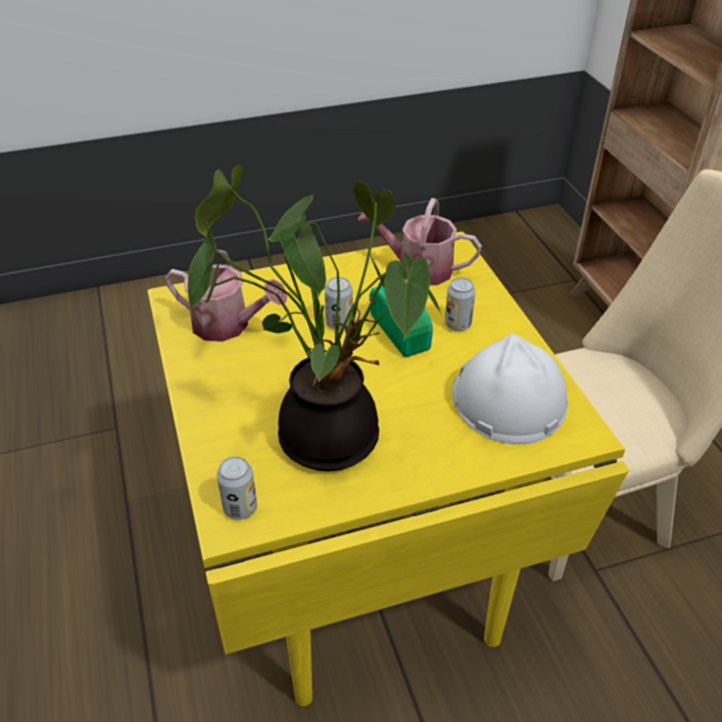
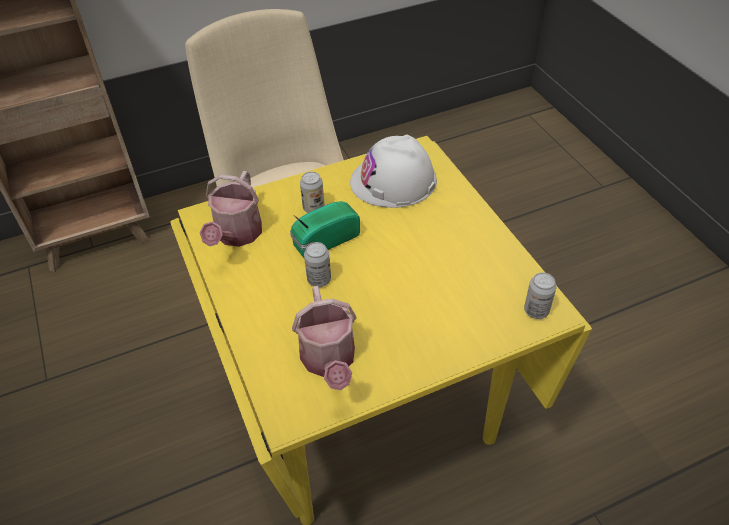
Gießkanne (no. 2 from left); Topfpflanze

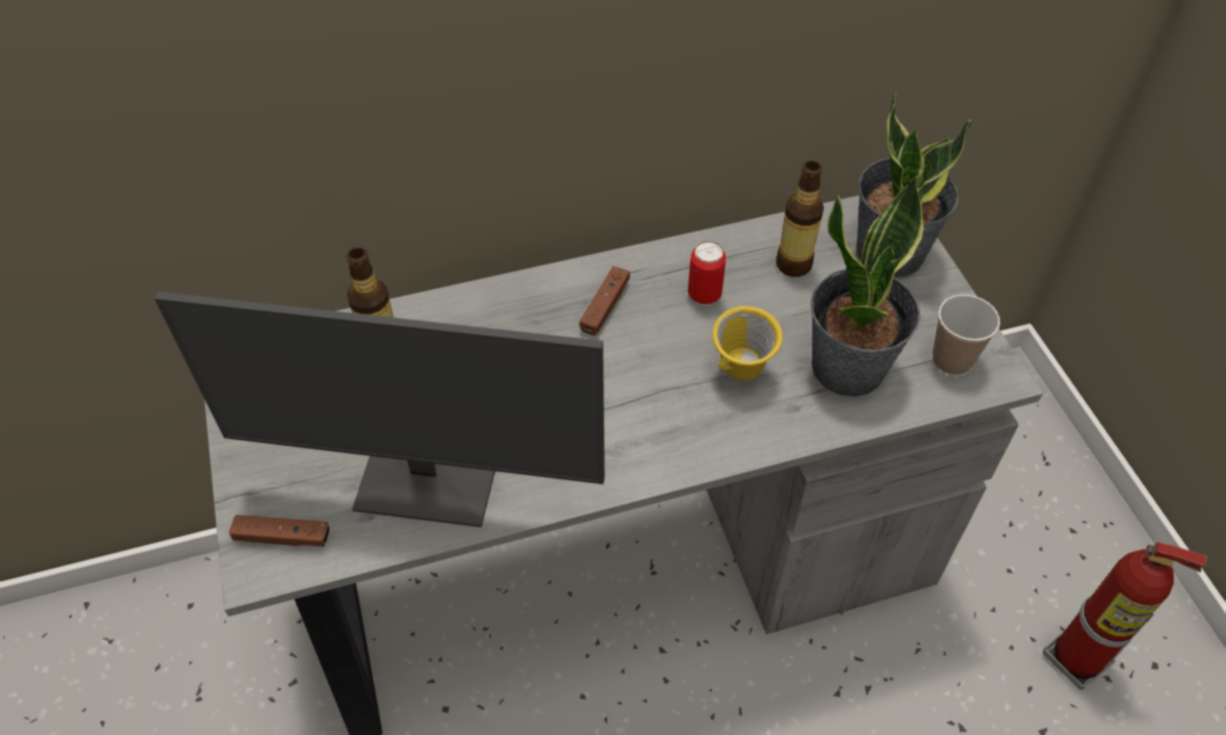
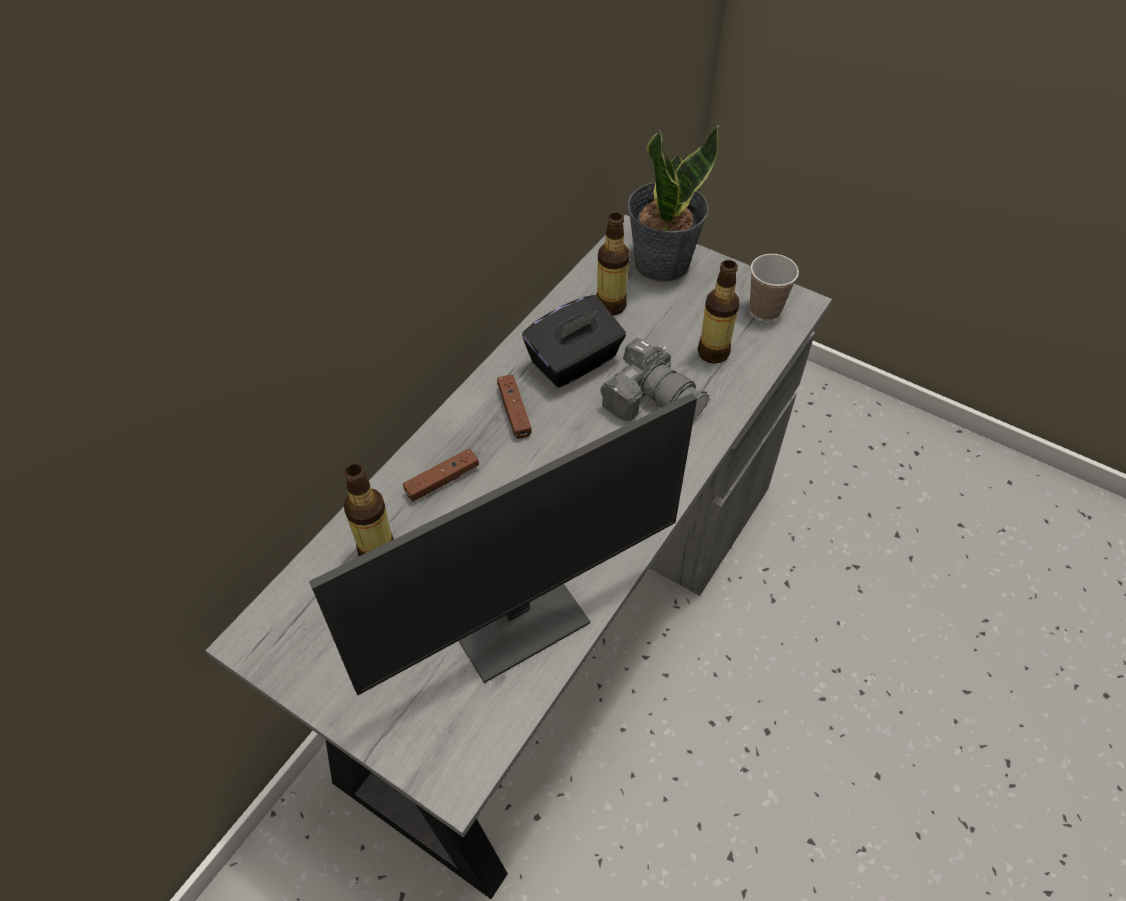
Gamepad/braun (no. 1 from left); Taschentuchbox/schwarz; Kamera; Flasche (no. 3 from left); Feuerlöscher

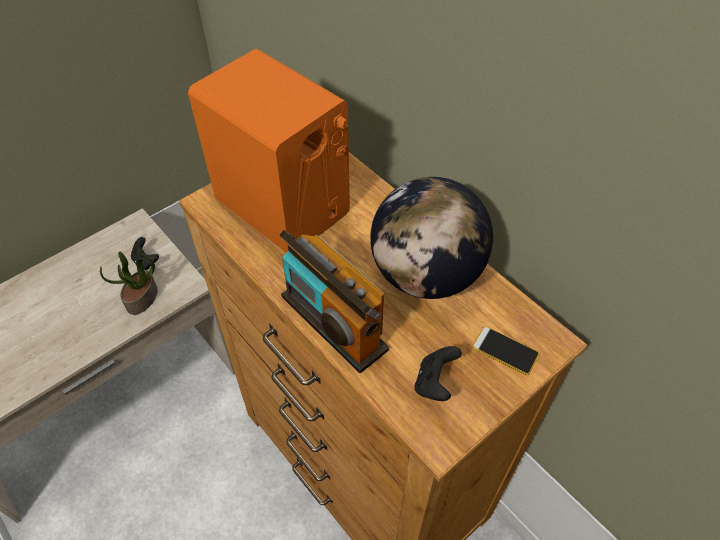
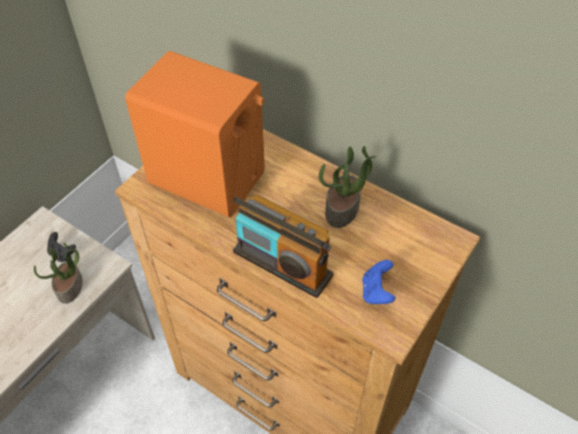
Topfpflanze (no. 2 from left); Gamepad/blau; Handy

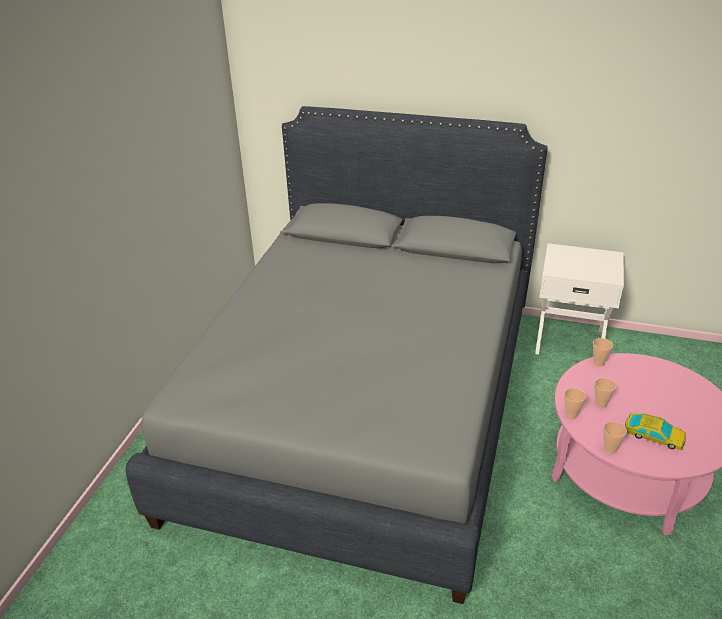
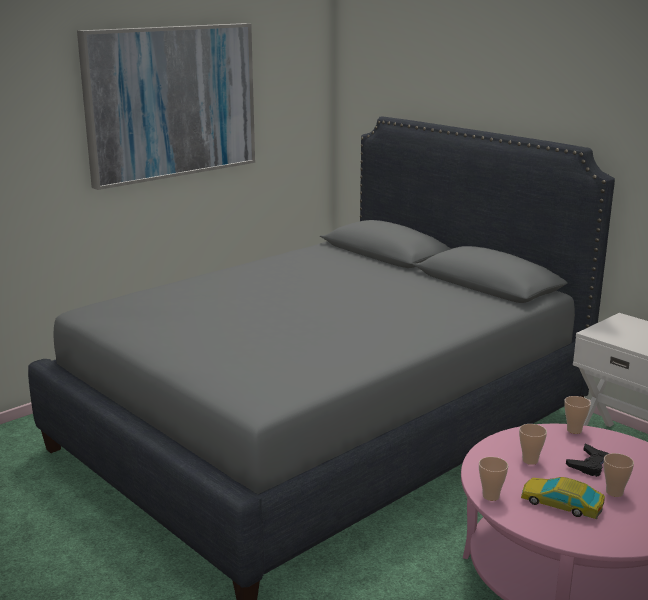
Tasse (no. 4 from left); Spielzeugauto; Bild; Gamepad/schwarz

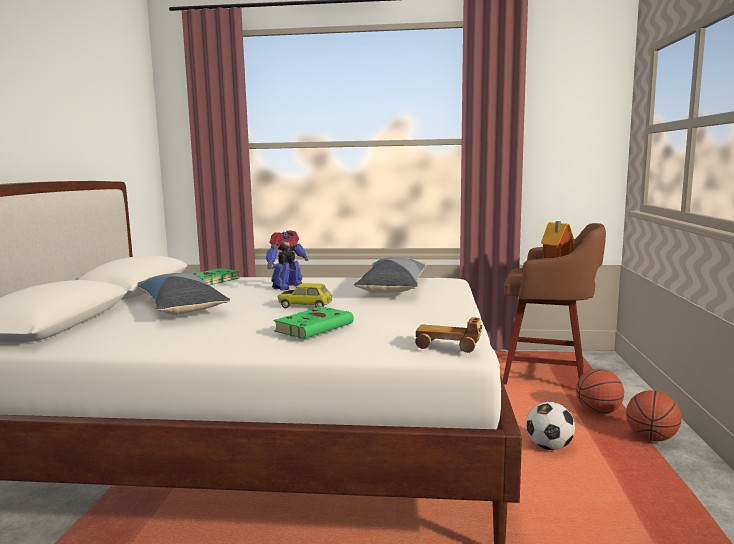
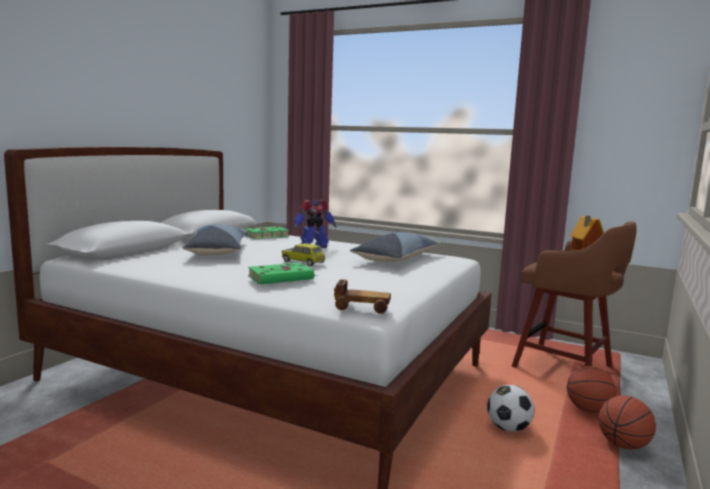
Spielzeugauto (no. 2 from left)

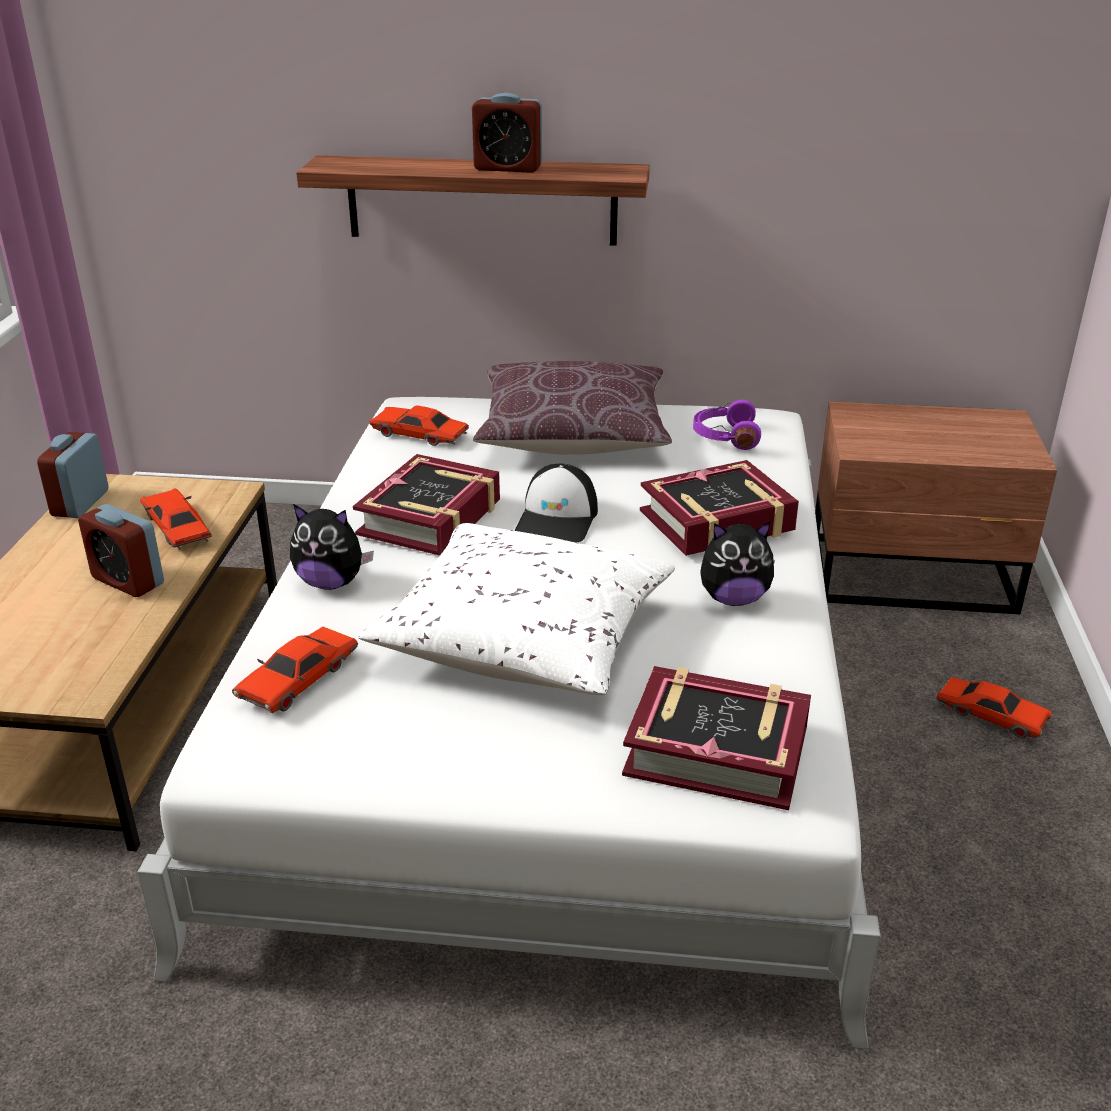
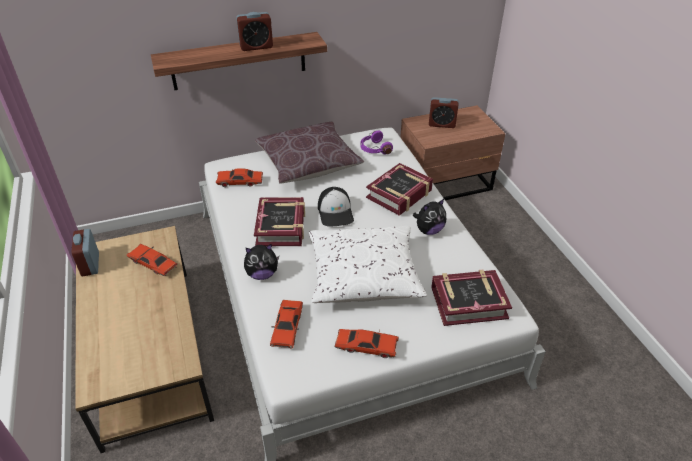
Wecker (no. 3 from left); Spielzeugauto/rot (no. 4 from left)

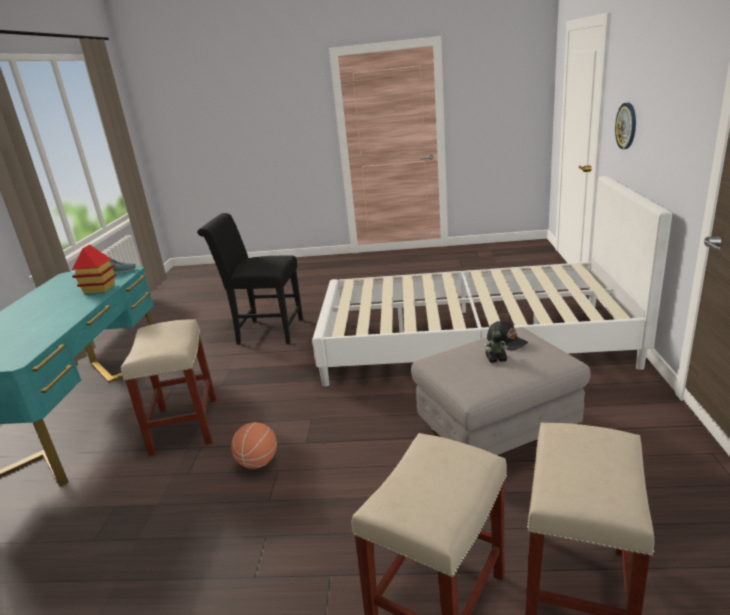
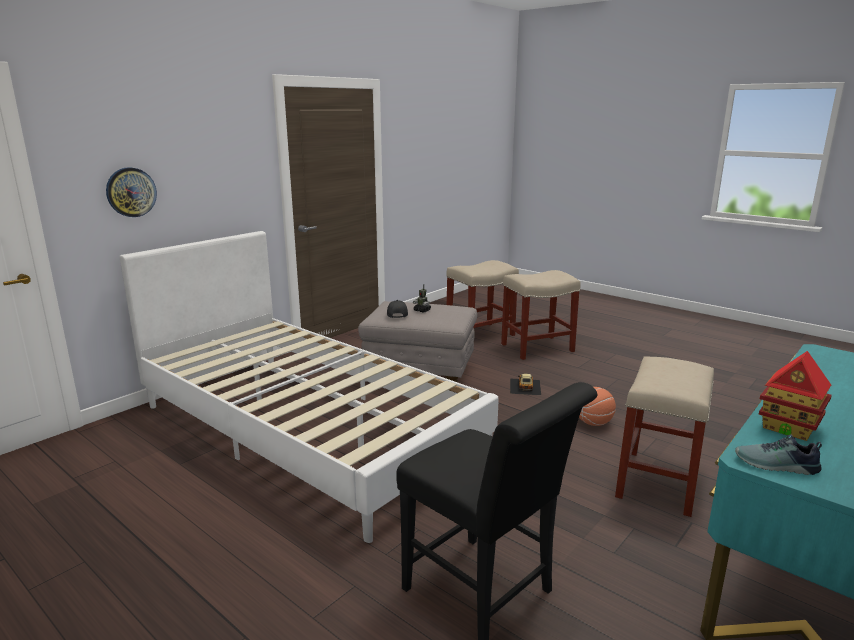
Spielzeugauto

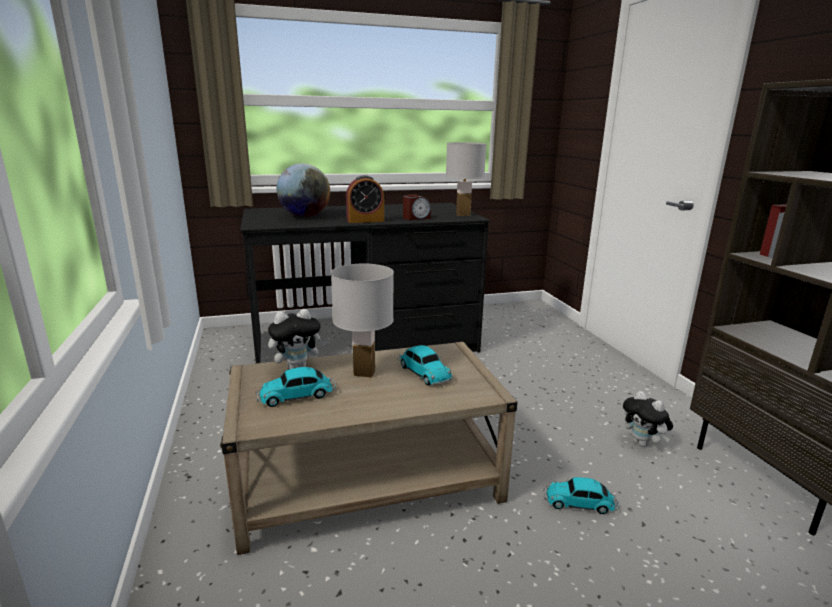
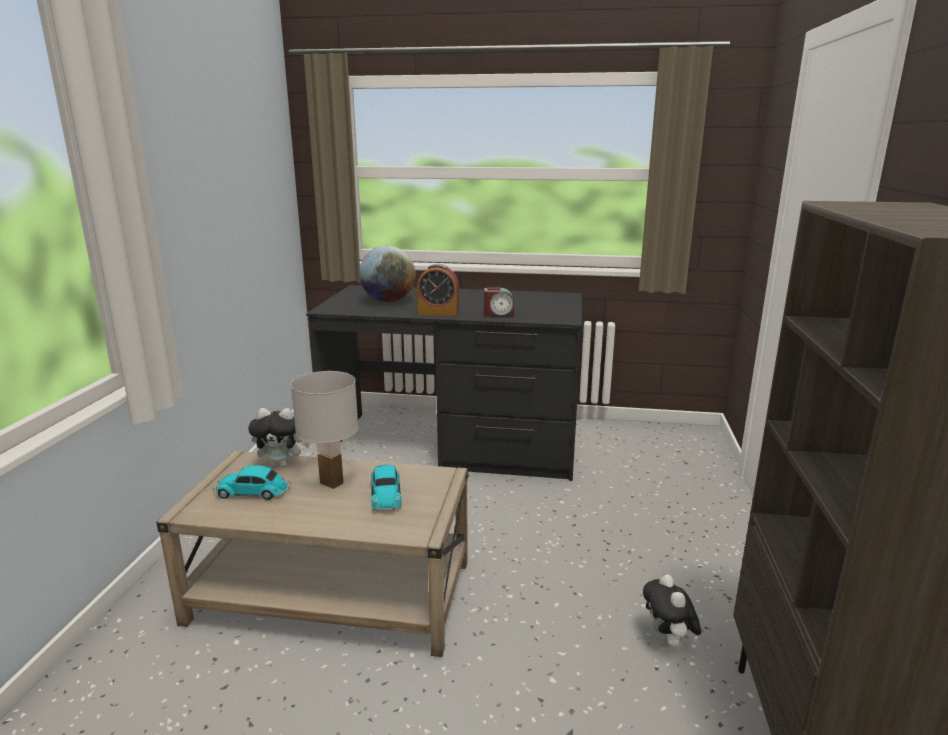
Tischlampe/weiß (no. 2 from left in the first image); Spielzeugauto (no. 3 from left in the first image)

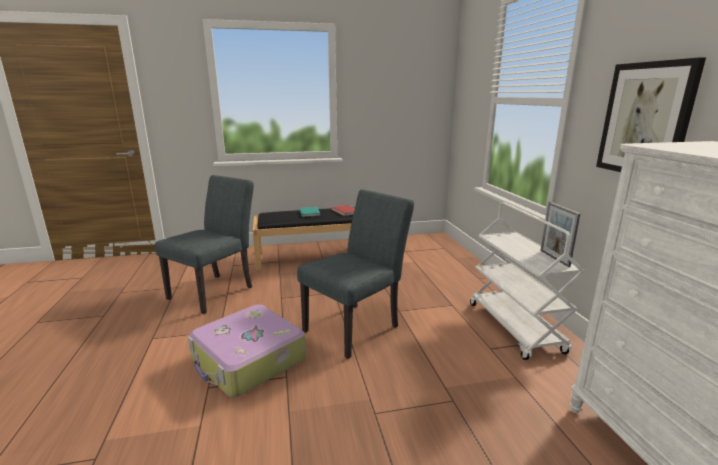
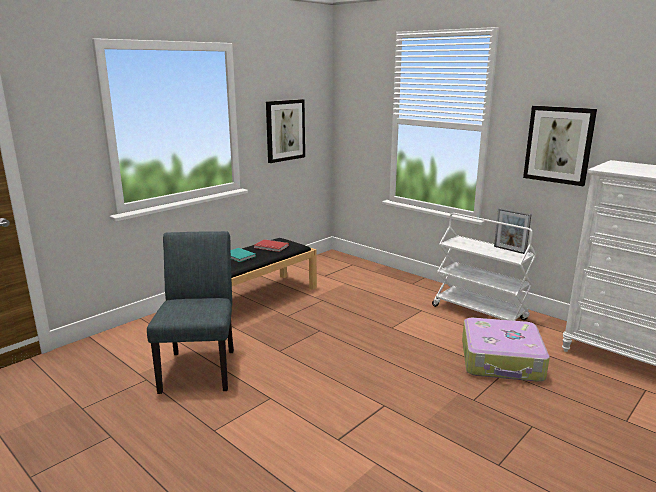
Koffer; Stuhl/grau (no. 2 from left in the first image); Bild (no. 1 from left)

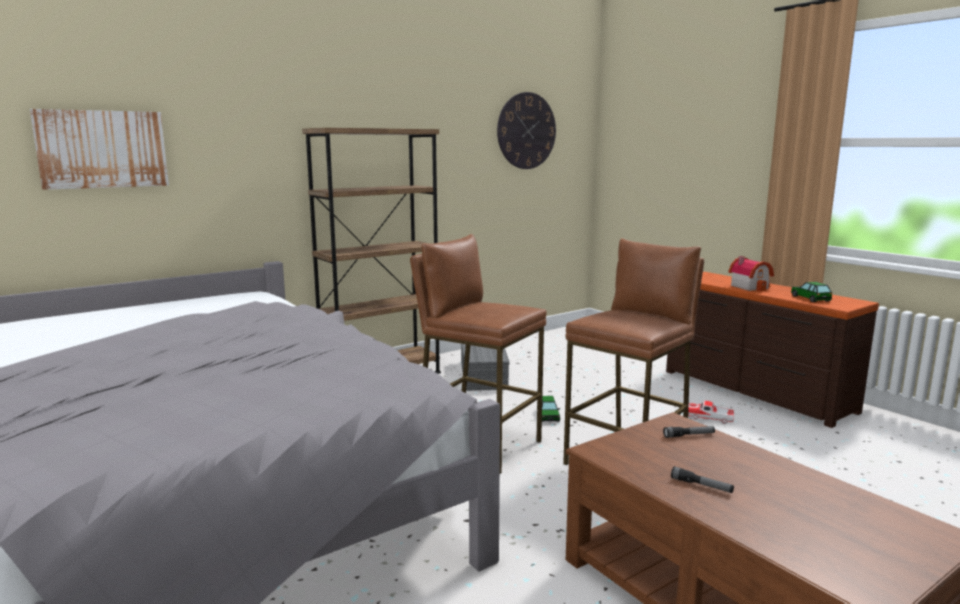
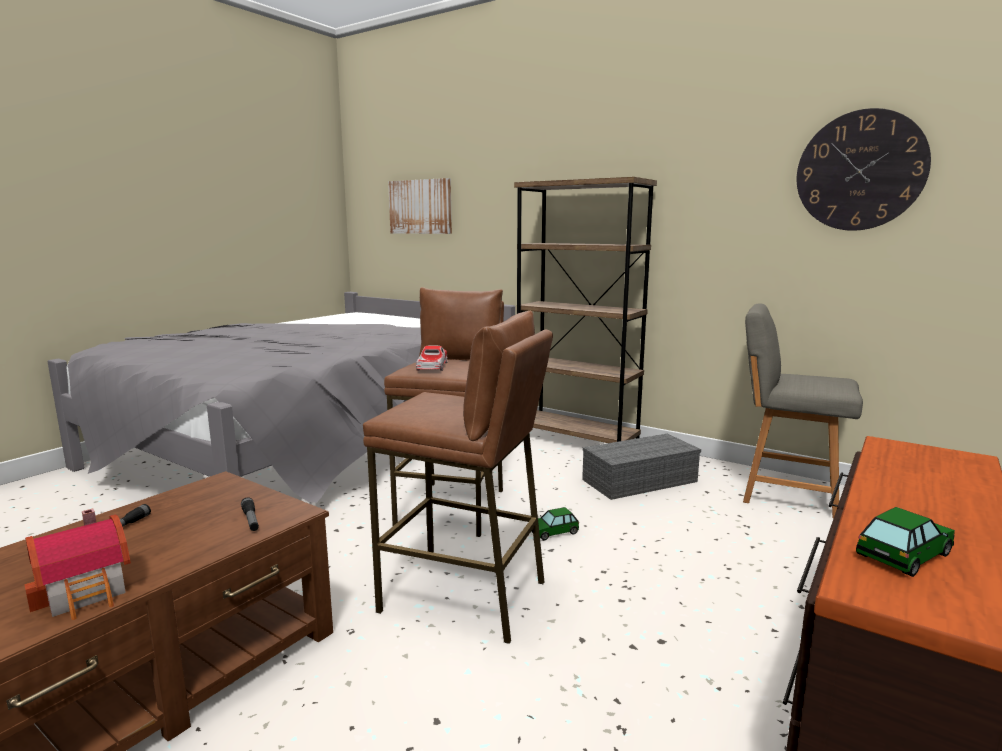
Spielzeugauto (no. 1 from left); Spielzeughaus; Stuhl/grau

